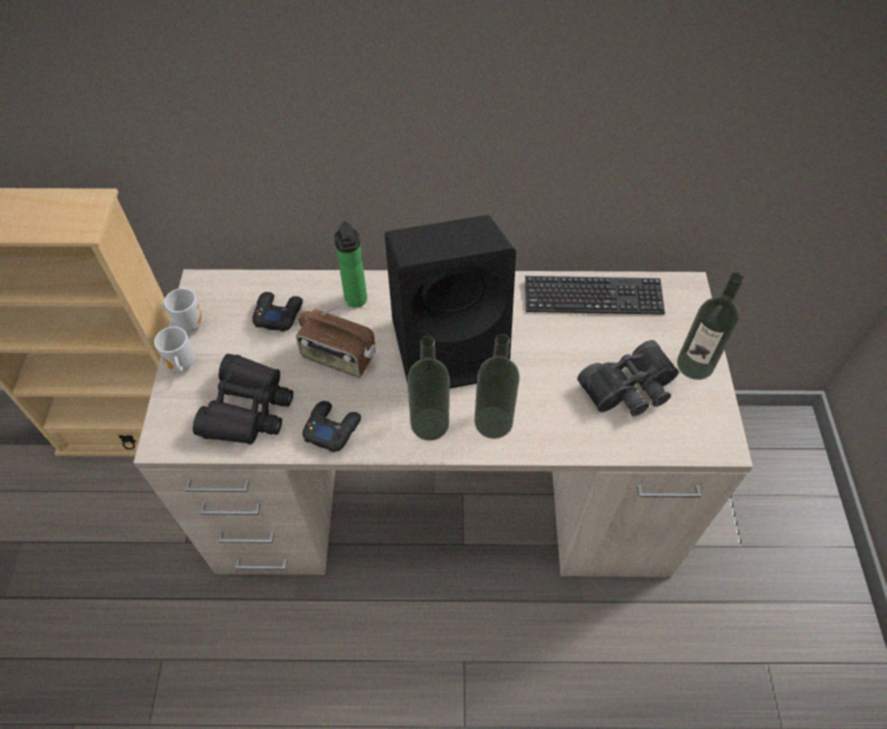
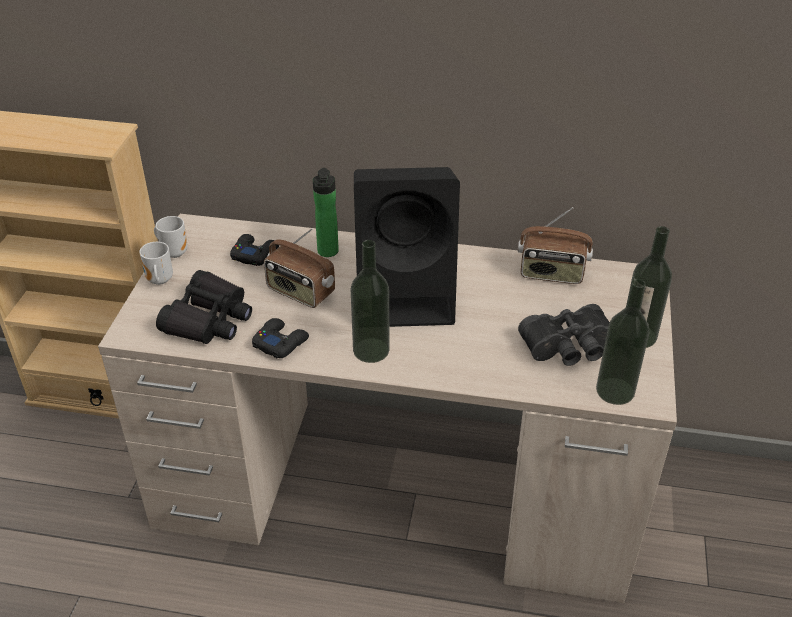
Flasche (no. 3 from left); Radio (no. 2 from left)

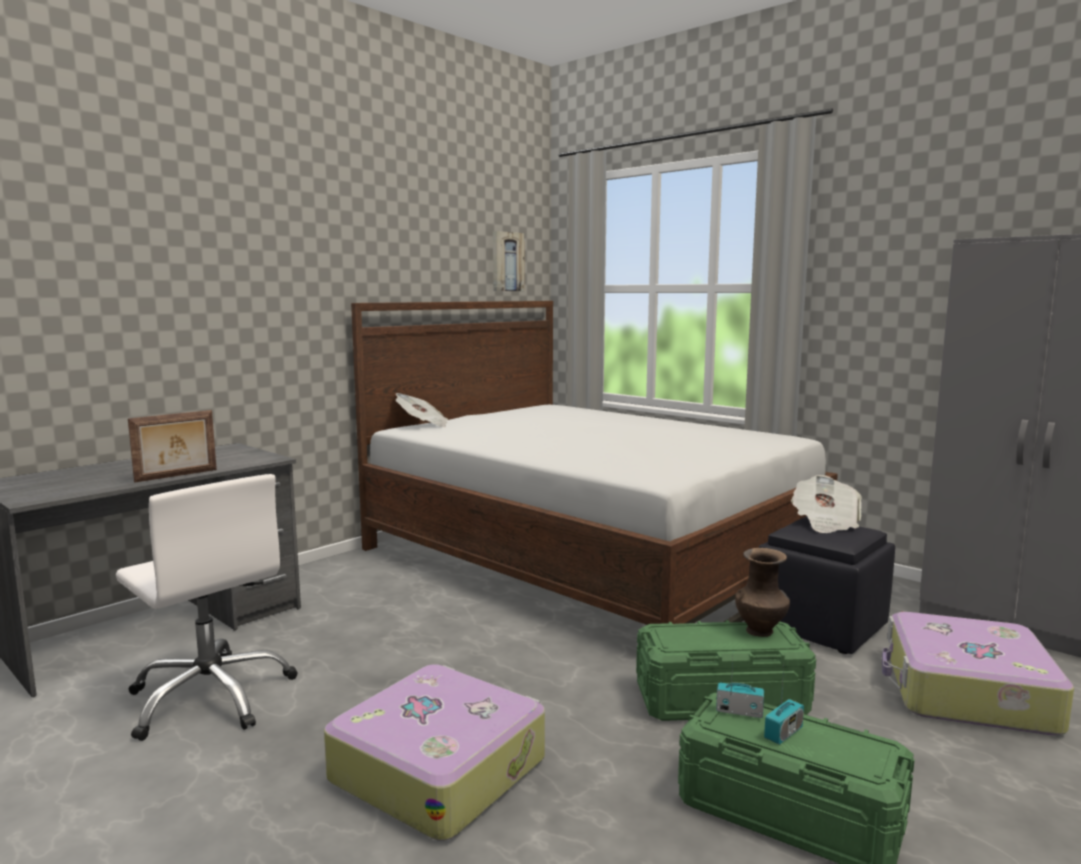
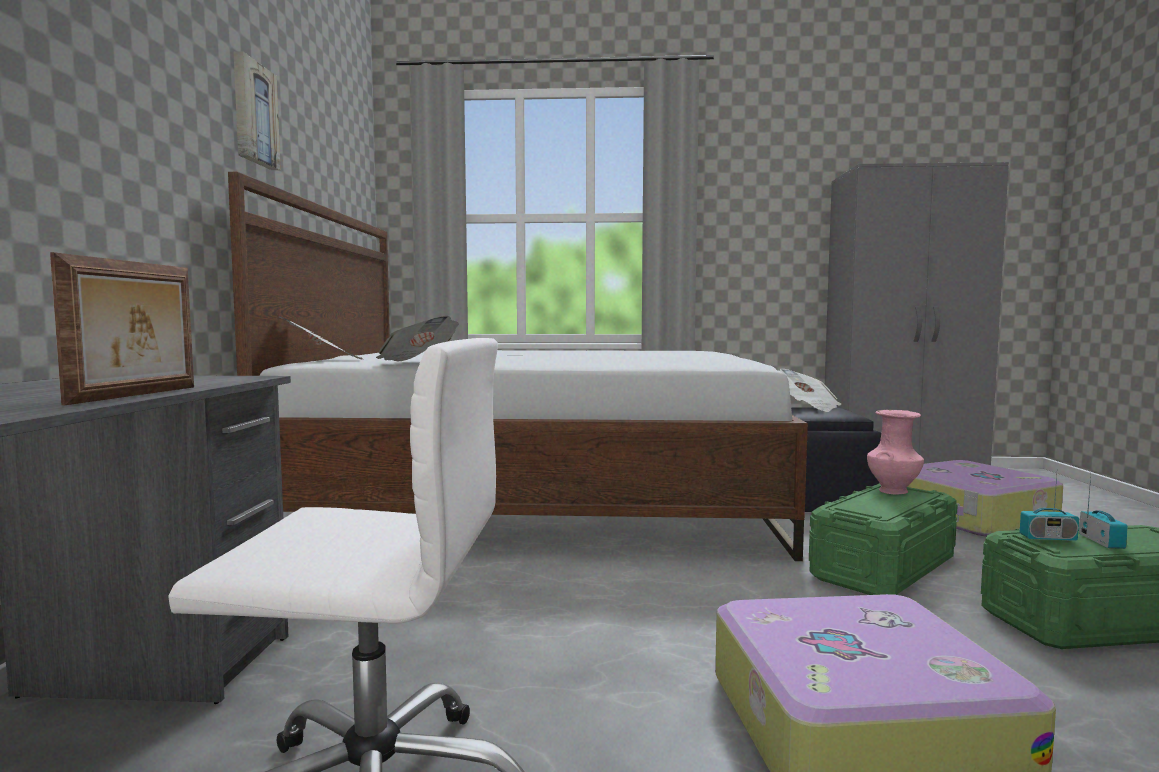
Bild; Radio (no. 1 from left); Vase/rosa; Zeitung (no. 2 from left)

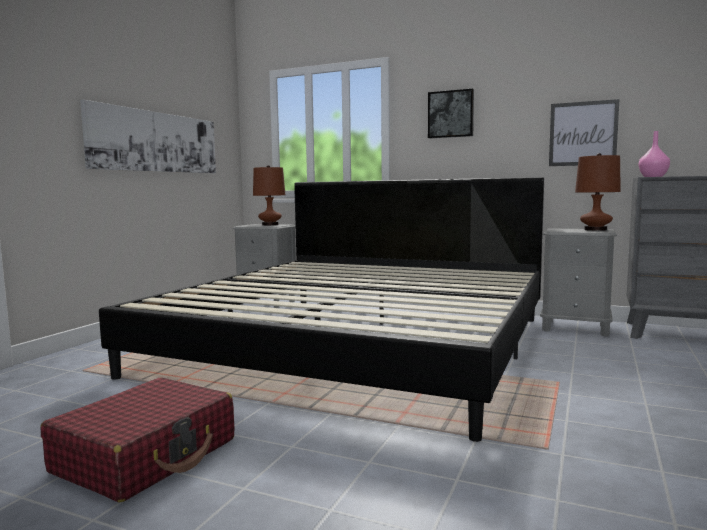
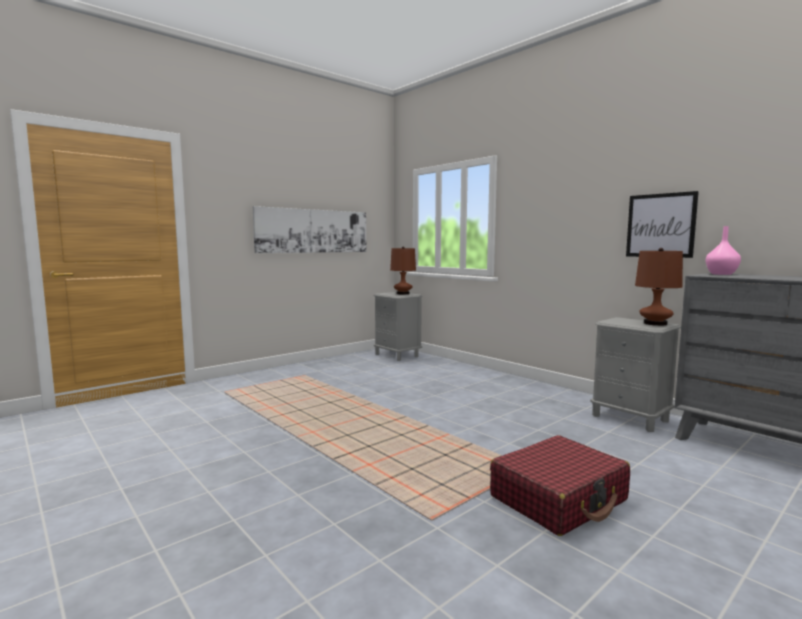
Koffer/rot; Bett; Bild (no. 2 from left in the first image)

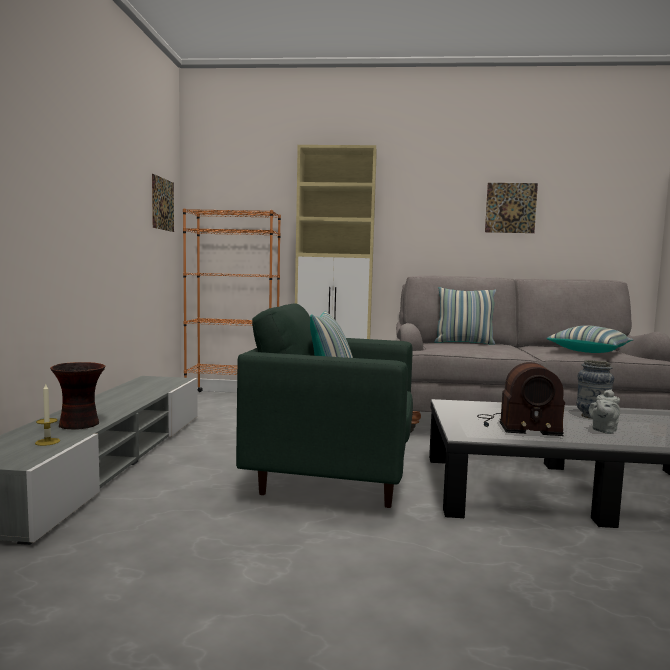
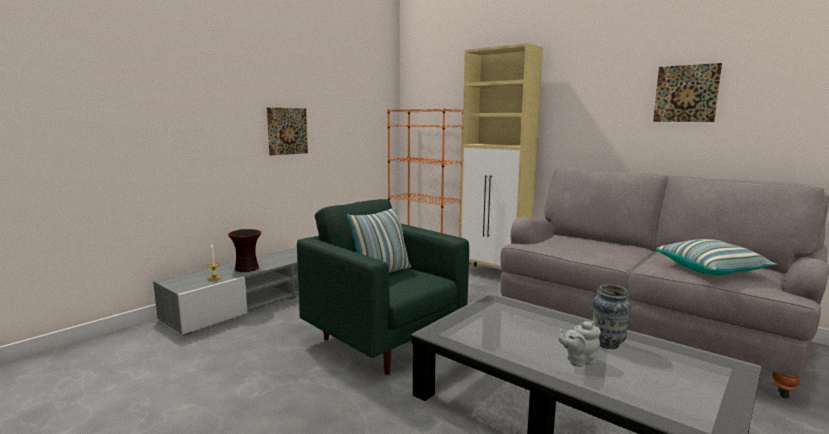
Bild (no. 1 from left); Kissen (no. 2 from left in the first image); Radio

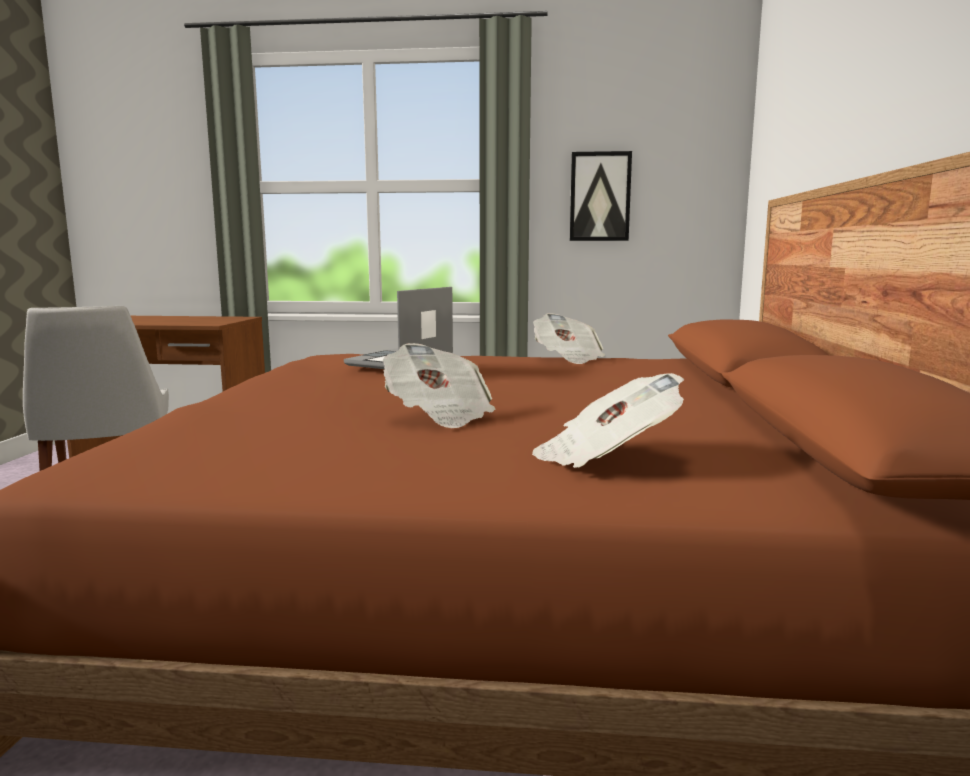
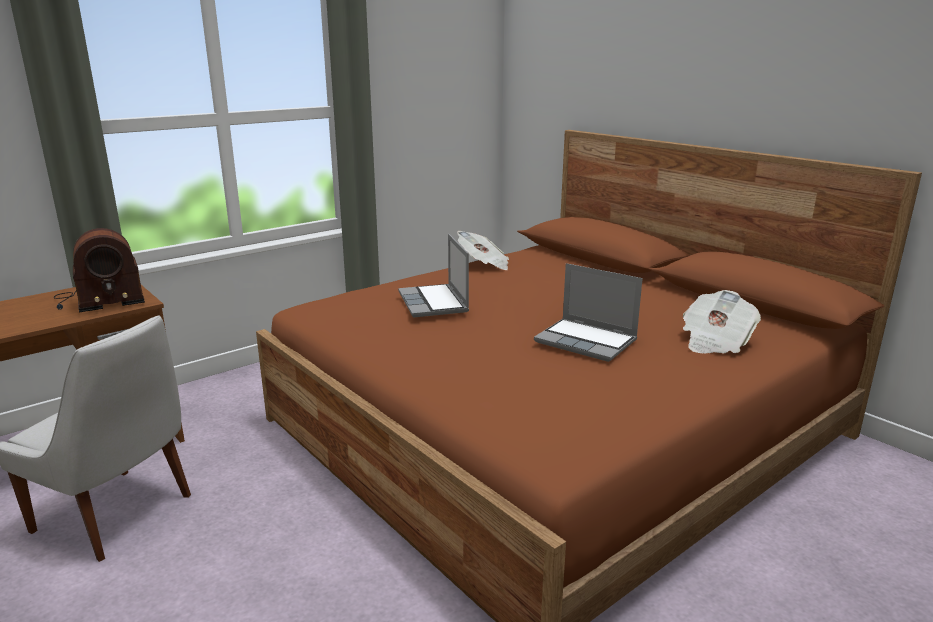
Laptop (no. 2 from left); Bild; Radio

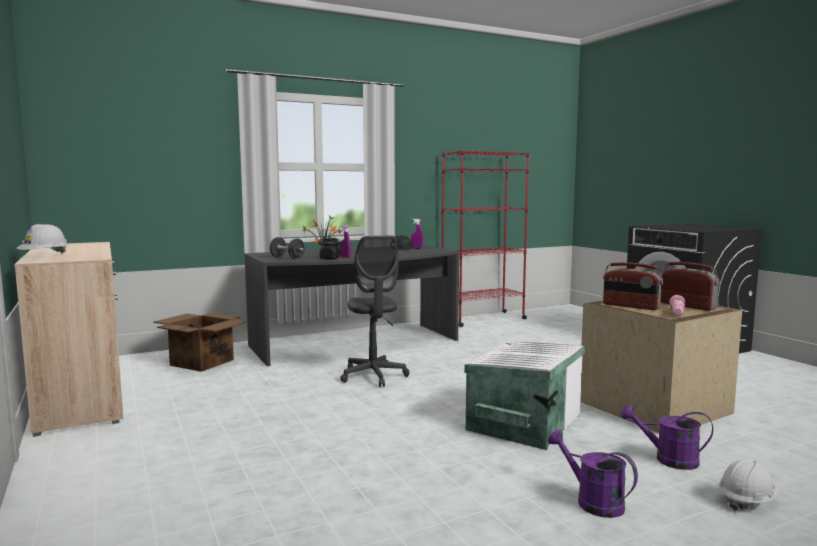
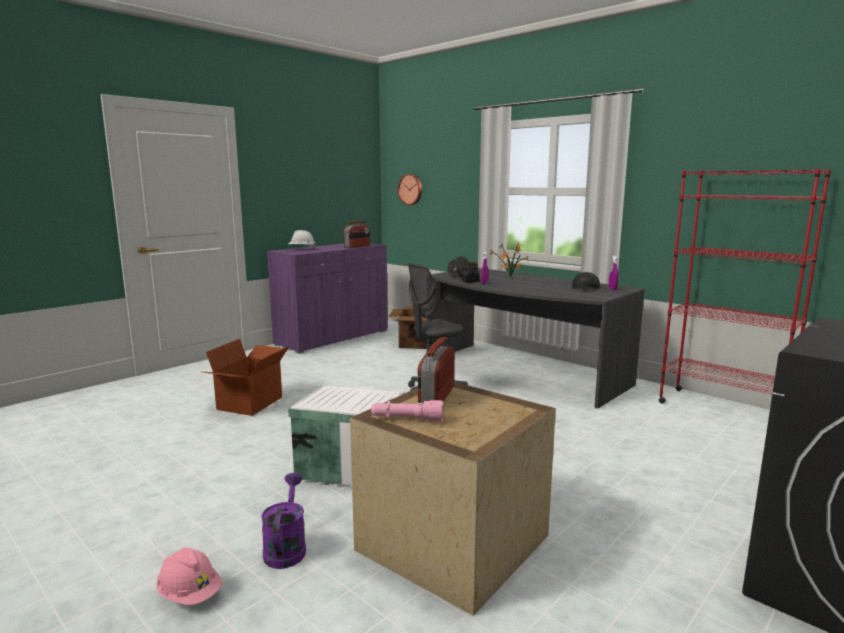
Schrank/lila; Gießkanne/lila (no. 1 from left in the first image); Radio (no. 1 from left); Schutzhelm/rosa; Karton (no. 1 from left); Wanduhr

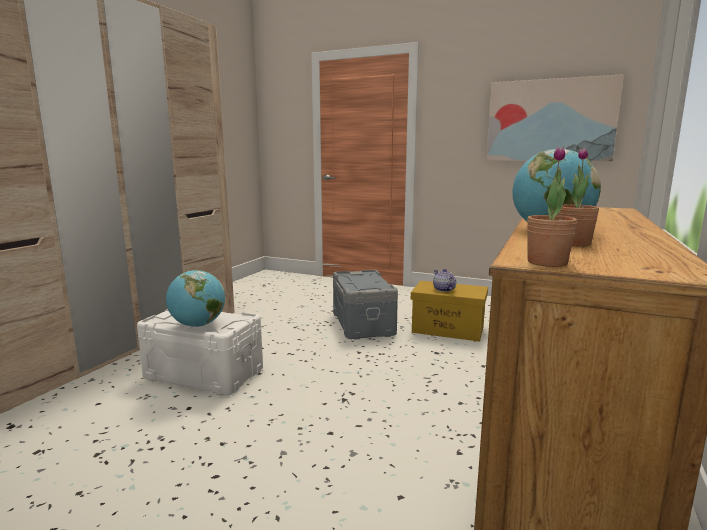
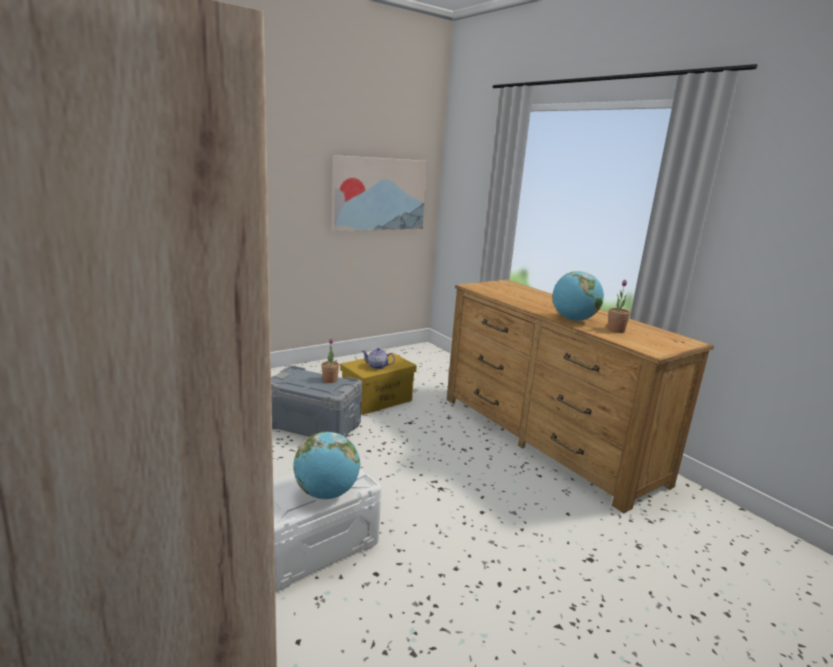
Topfpflanze (no. 1 from left)

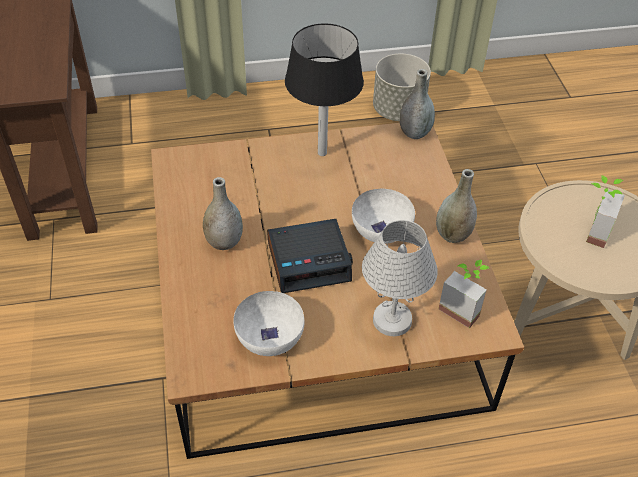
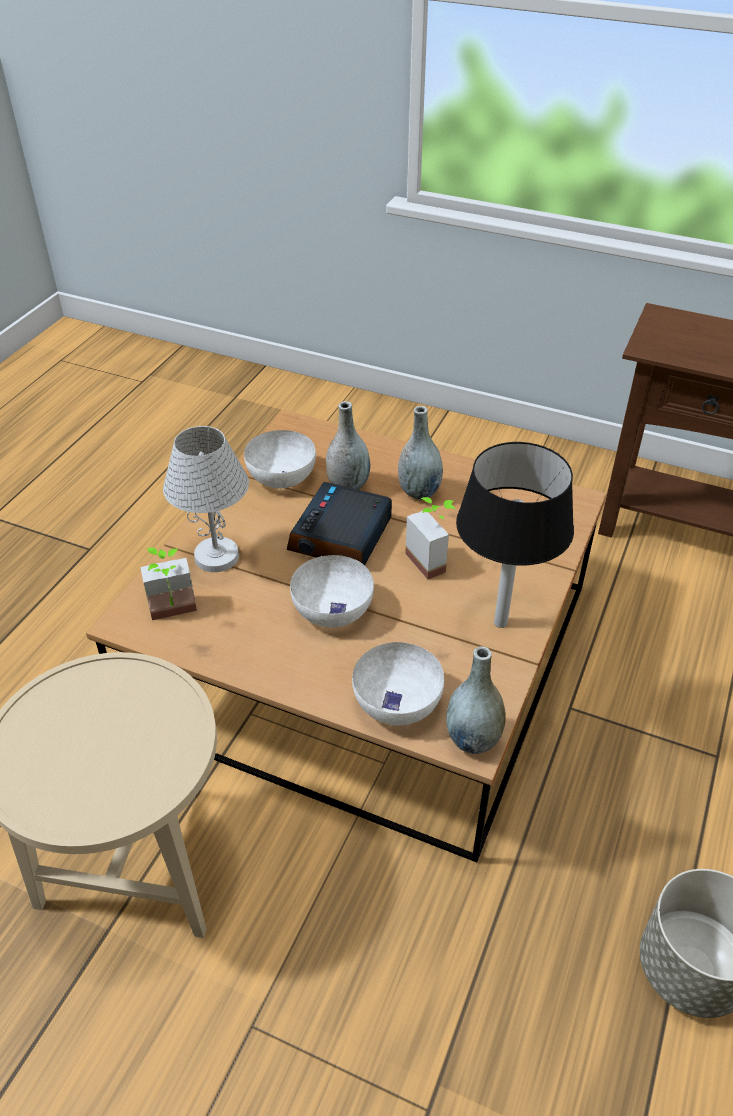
Vase/grau (no. 1 from left); Topfpflanze (no. 2 from left); Schüssel/weiß (no. 3 from left)

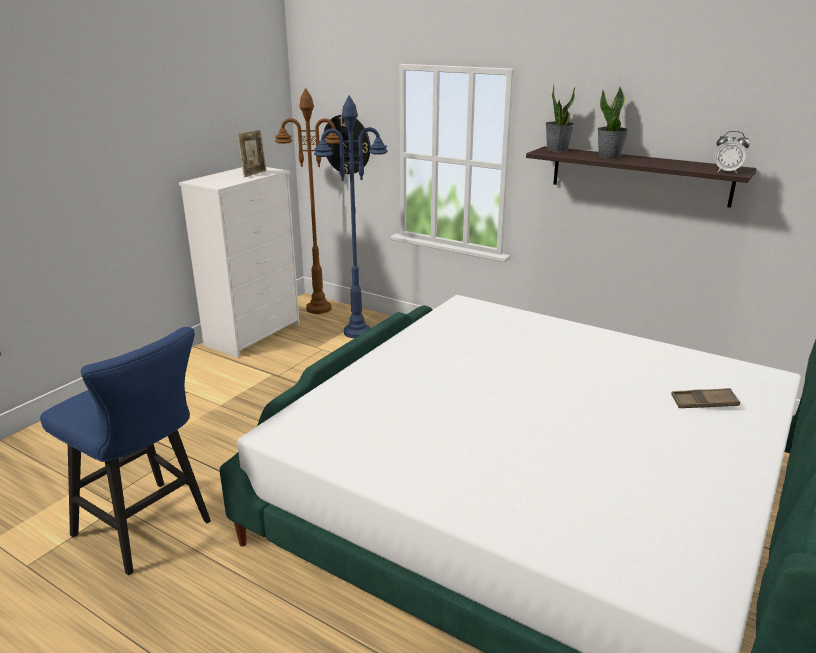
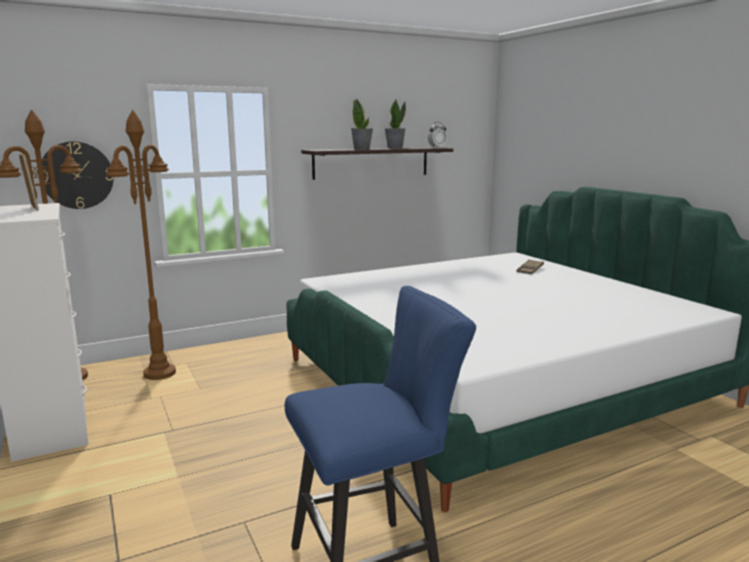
Stehlampe/braun (no. 2 from left); Topfpflanze (no. 2 from left)

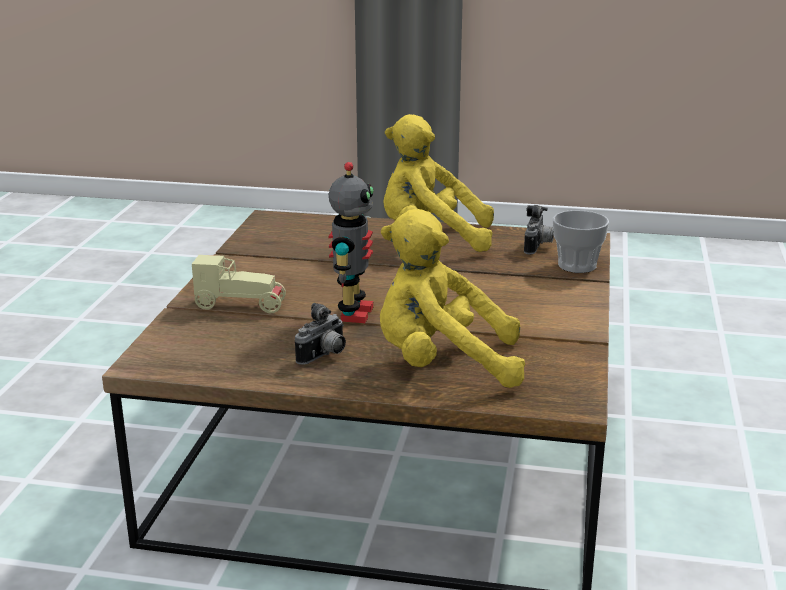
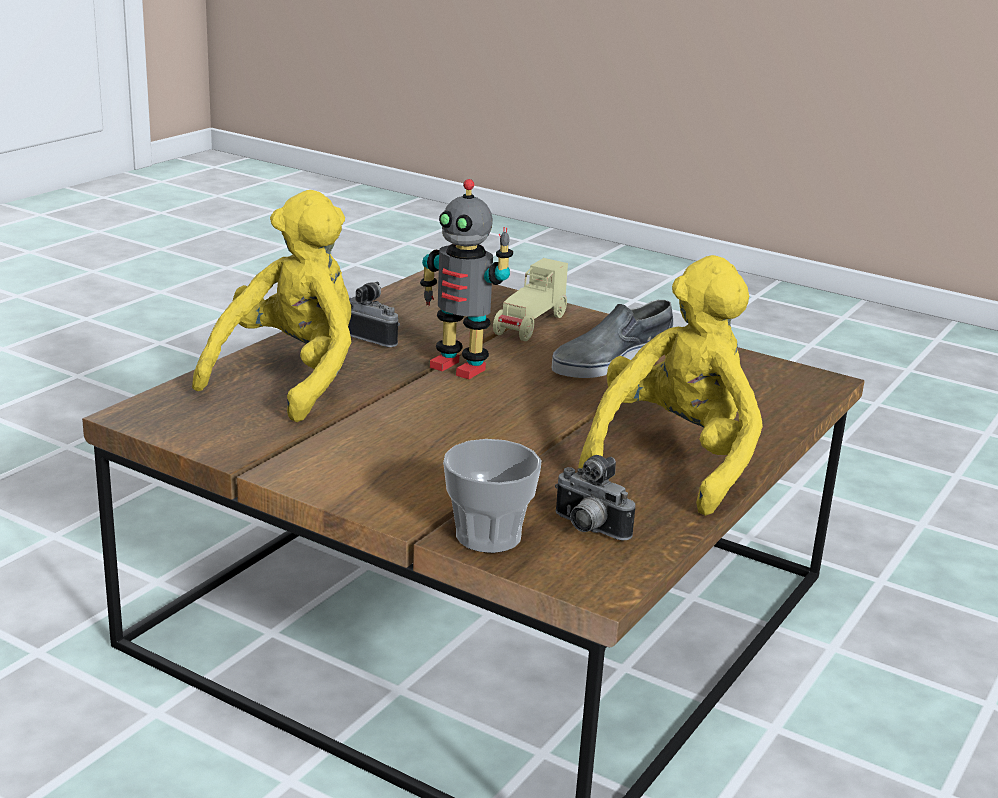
Kamera (no. 1 from left); Schuh/grau

